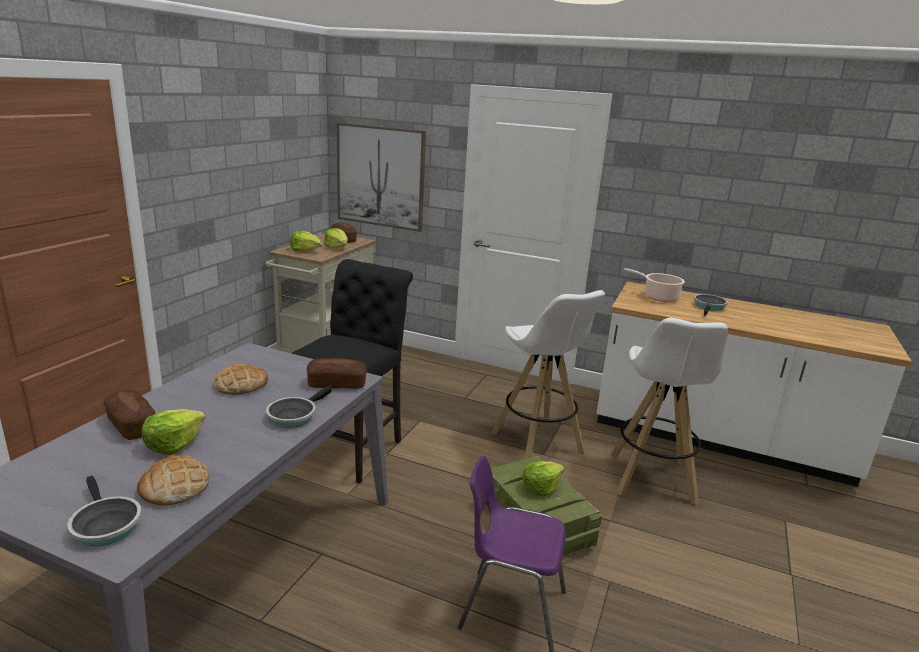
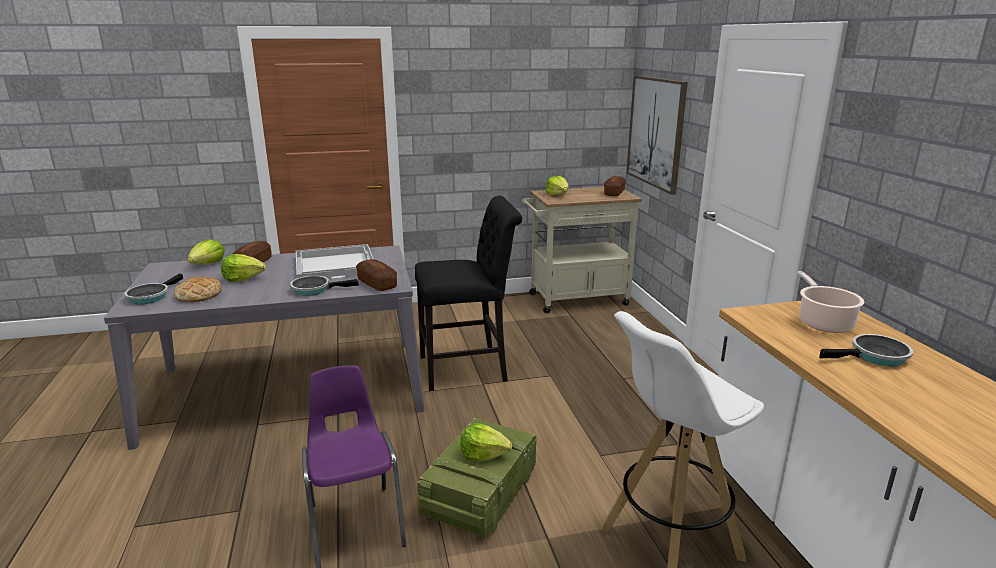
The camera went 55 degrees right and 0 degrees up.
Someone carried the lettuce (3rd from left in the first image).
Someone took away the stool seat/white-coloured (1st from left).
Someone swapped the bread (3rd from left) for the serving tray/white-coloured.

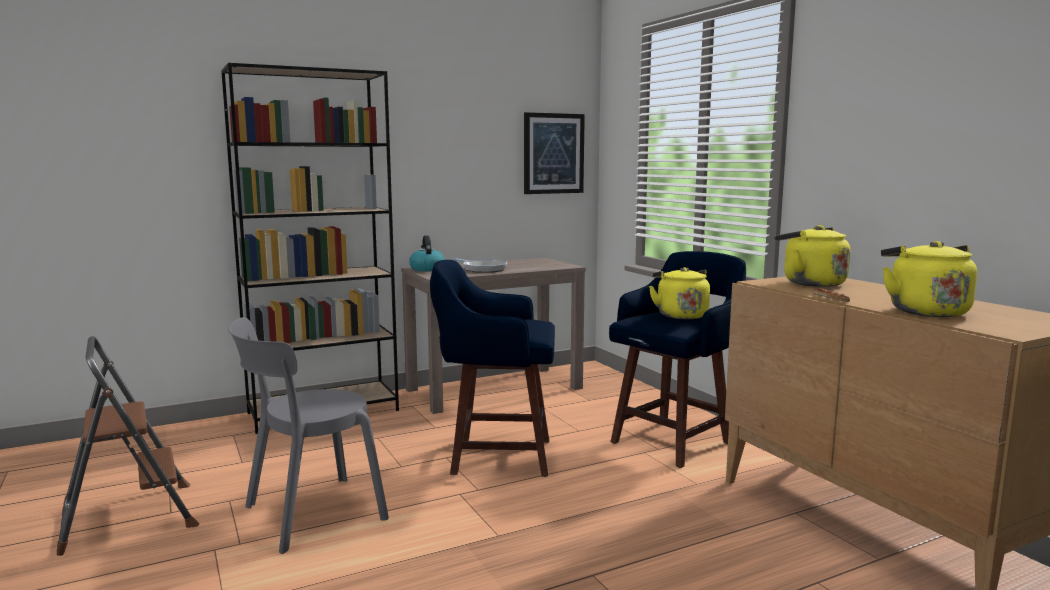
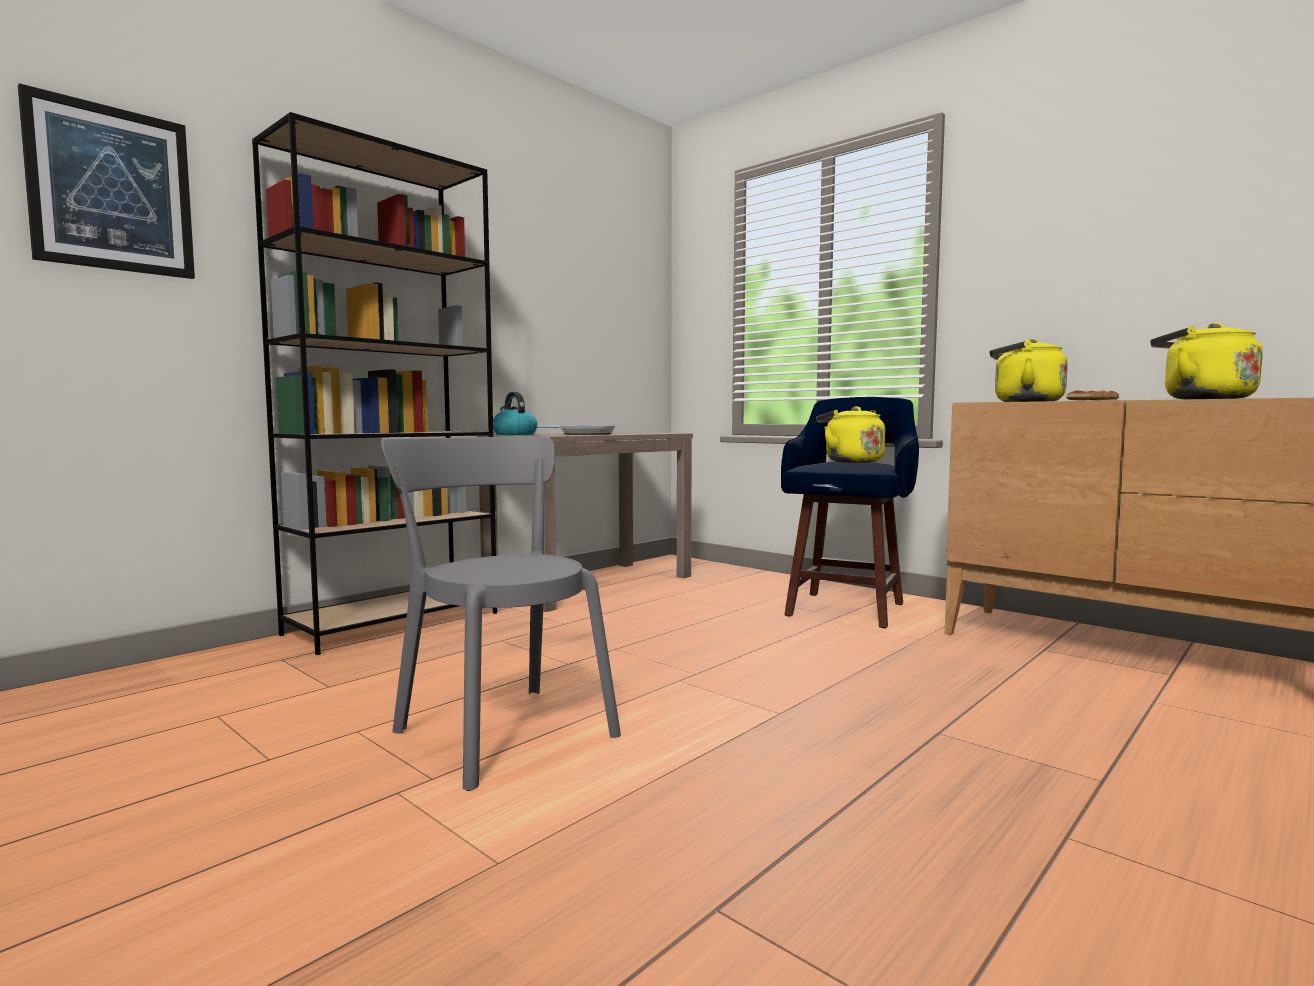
The camera went 20 degrees left and 5 degrees down.
Someone carried the wall picture.
Someone took away the stool seat/blue (1st from left).
Someone rotated the chair/gray by 105 degrees clockwise.
Someone took away the stepladder/brown.

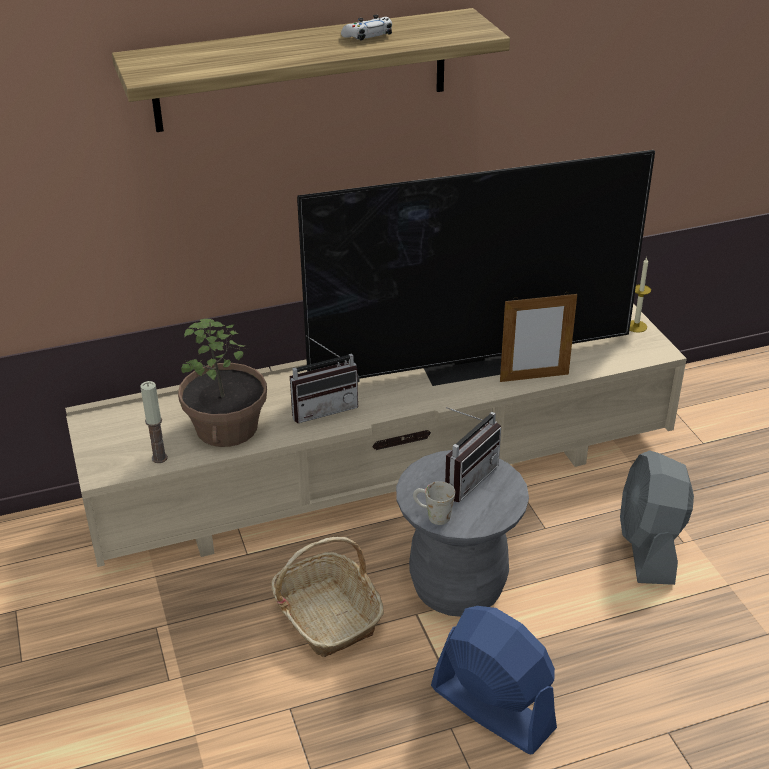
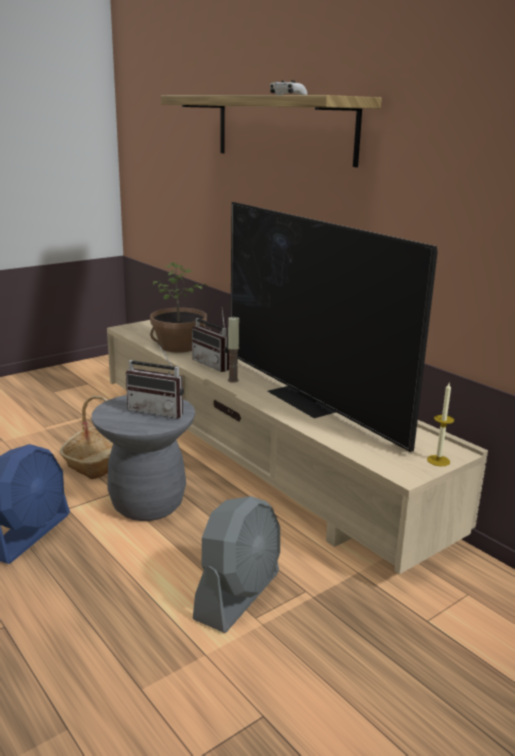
The camera went 70 degrees right and 15 degrees down.
Someone took away the standing frame.
Someone carried the candle (1st from left).
Someone rotated the electric fan/gray by 135 degrees clockwise.
Someone took away the tea mug/white-coloured.

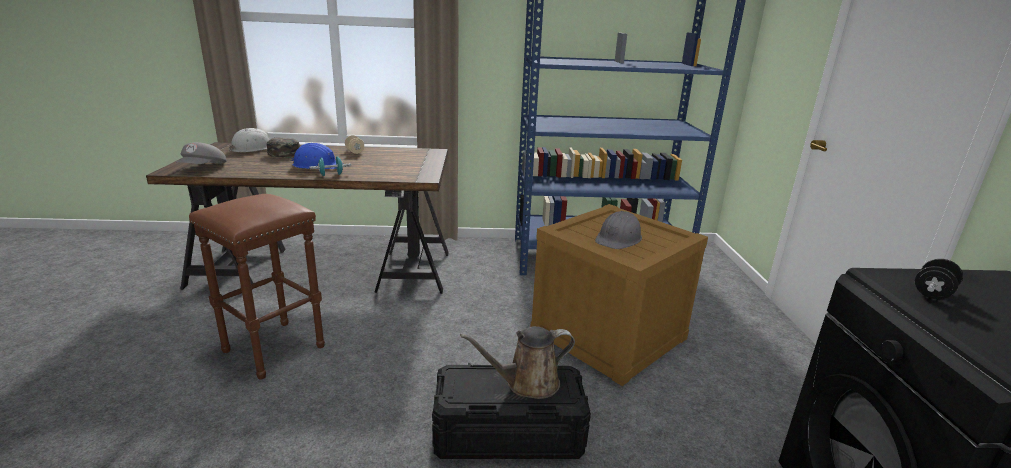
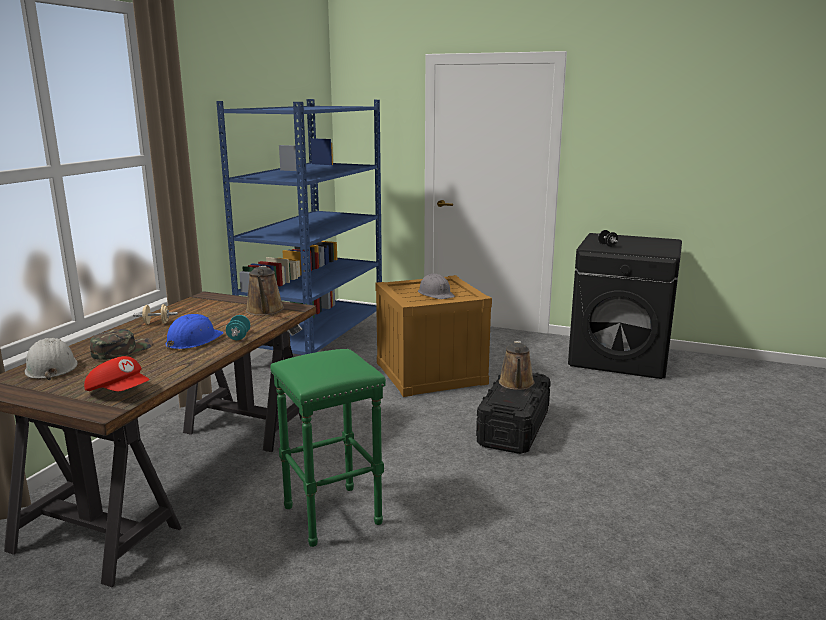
The camera went 65 degrees left and 5 degrees down.
Someone repainted the cap/gray, which became the cap/red-coloured.
Someone repainted the stool seat/brown, which became the stool seat/greenish.
Someone put down the watering can/brown (1st from left).

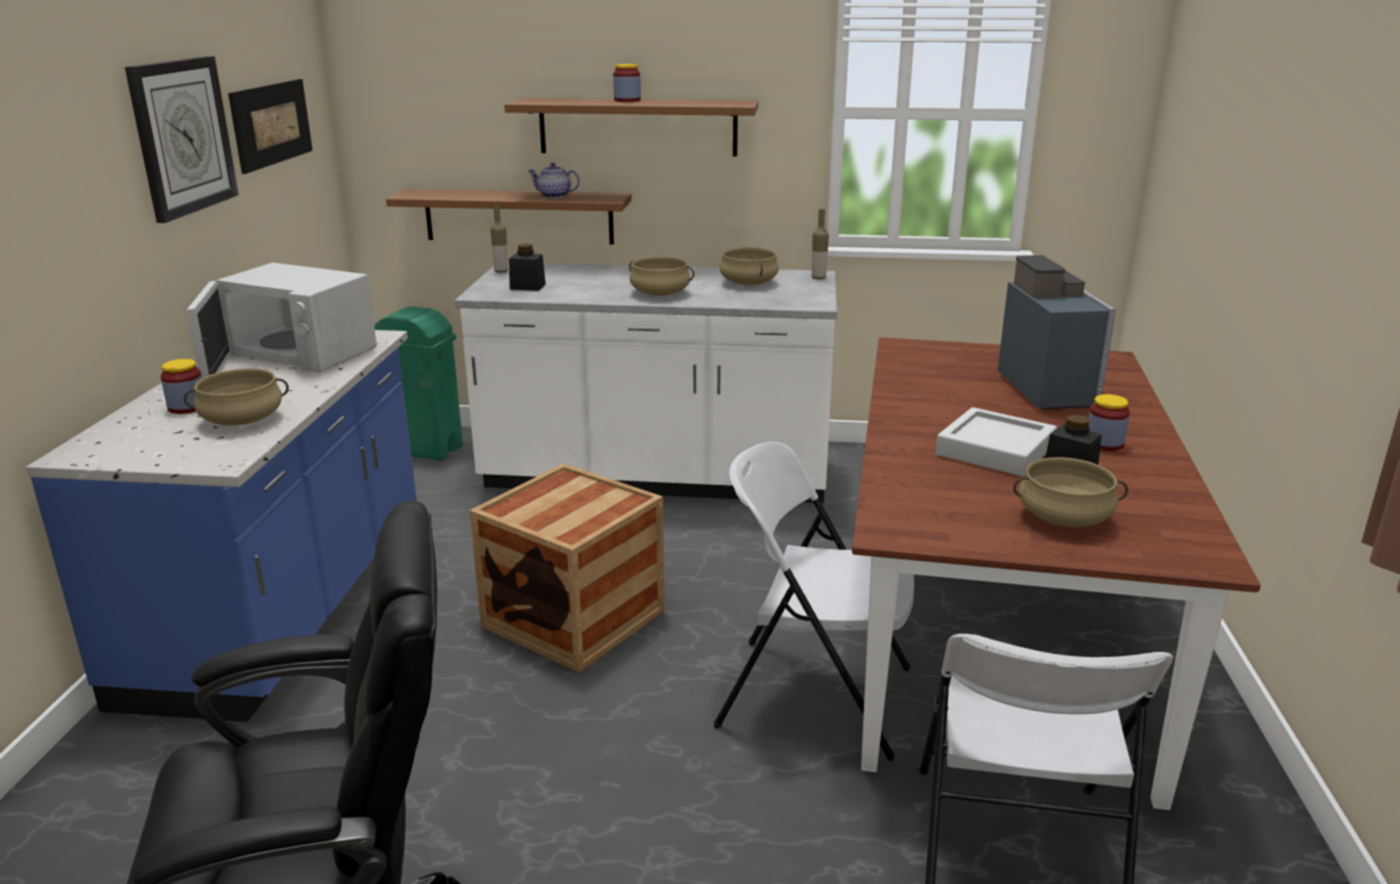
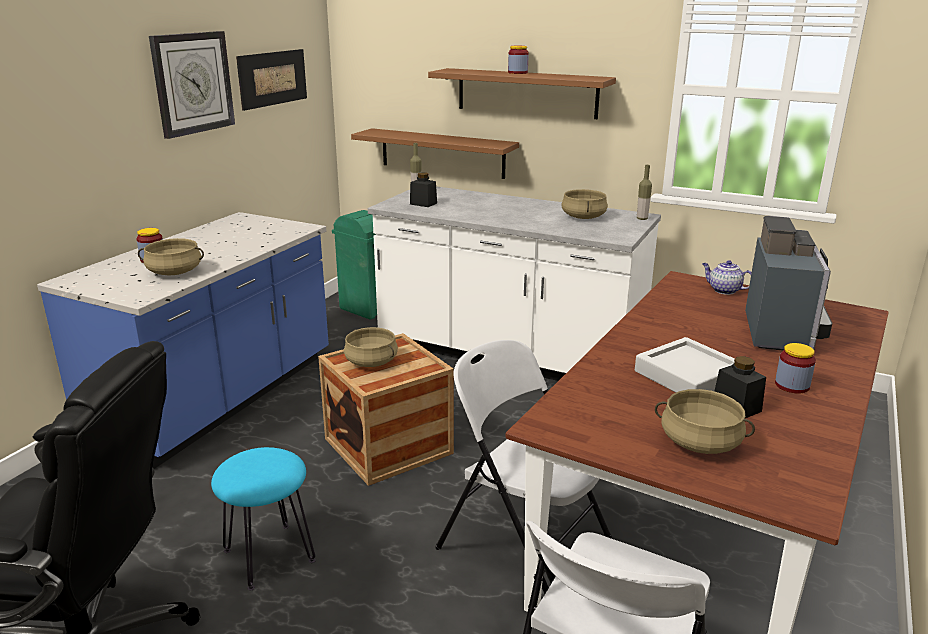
The camera went 20 degrees right and 0 degrees up.
Someone carried the pot for tea.
Someone carried the saucepot/sand-coloured (2nd from left).
Someone took away the microwave/white-coloured.
Someone put down the stool seat/turquoise.

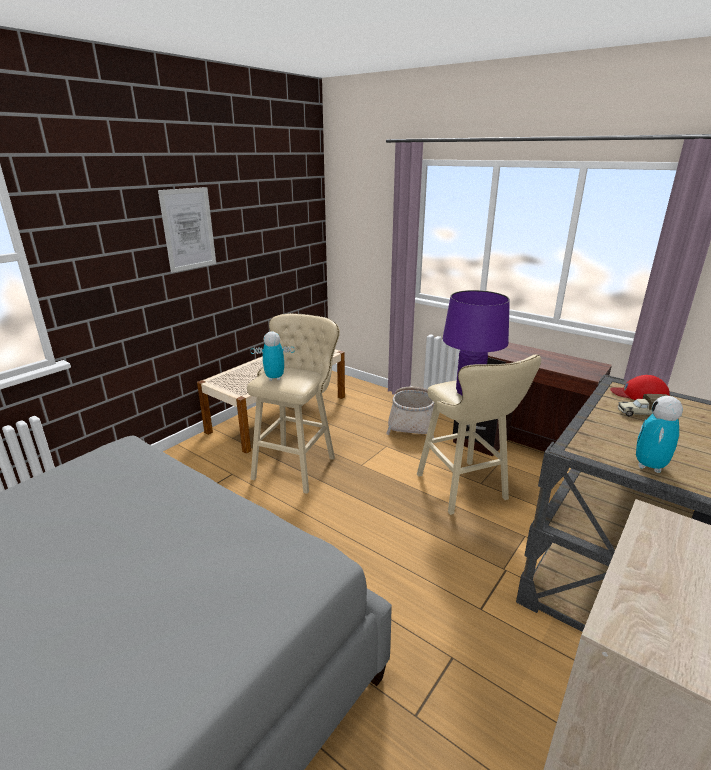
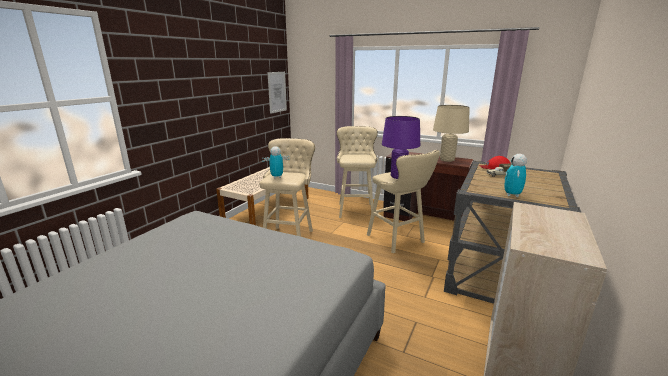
The camera went 10 degrees left and 5 degrees down.
Someone carried the wall picture.
Someone swapped the basket for the stool seat/sand-coloured (2nd from left).
Someone put down the lamp for a table/sand-coloured.

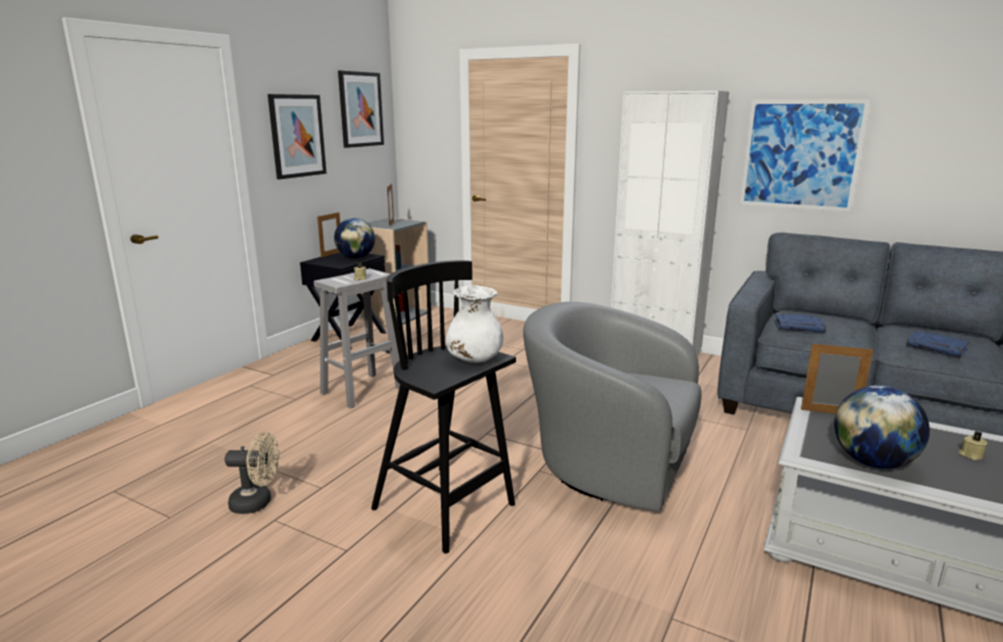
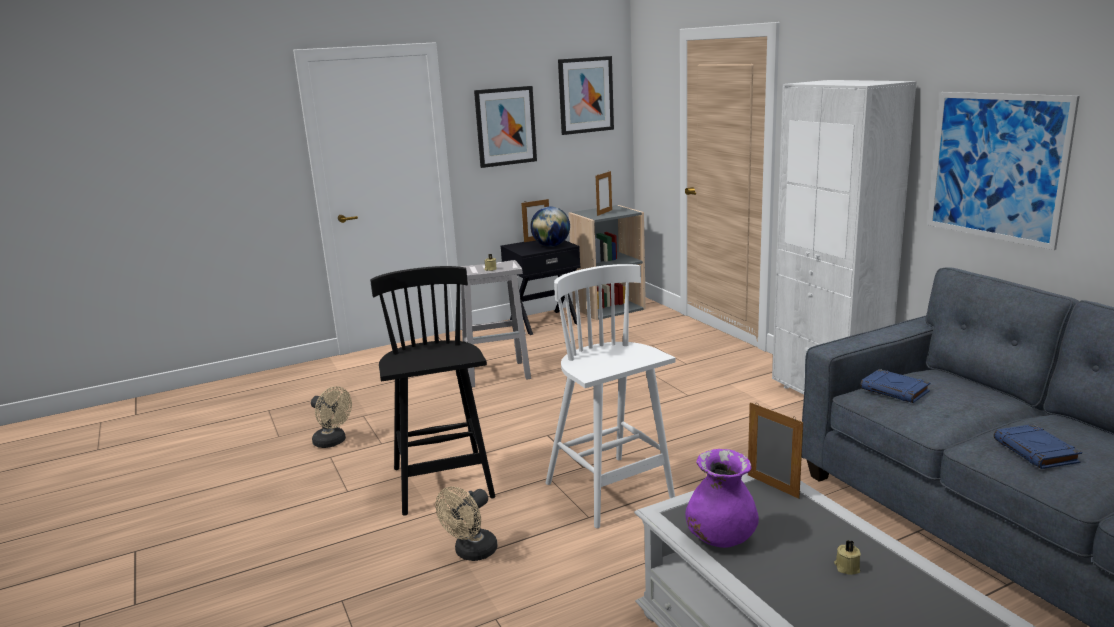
The camera went 35 degrees right and 0 degrees up.
Someone took away the decorative vase/white-coloured.
Someone swapped the armchair/gray for the stool seat/white-coloured (2nd from left).
Someone swapped the globe (2nd from left) for the decorative vase/purple-coloured.
Someone put down the electric fan/sand-coloured (2nd from left).

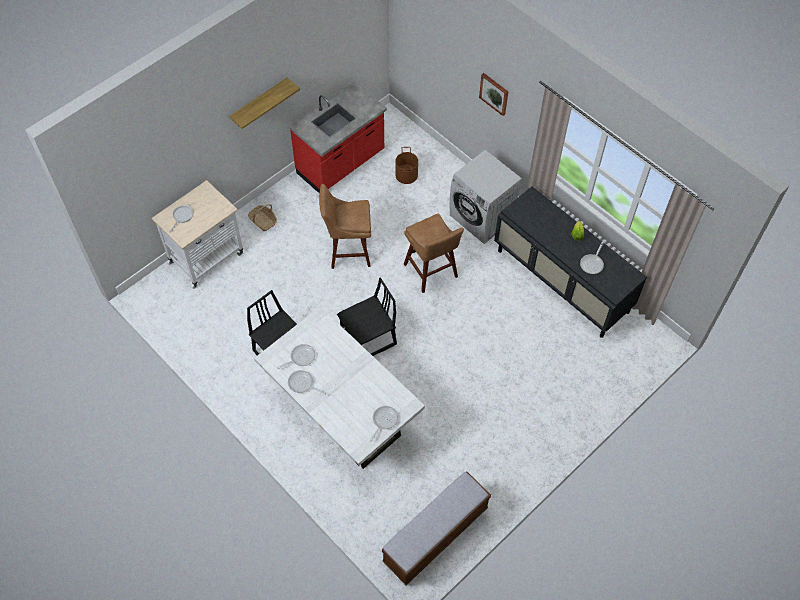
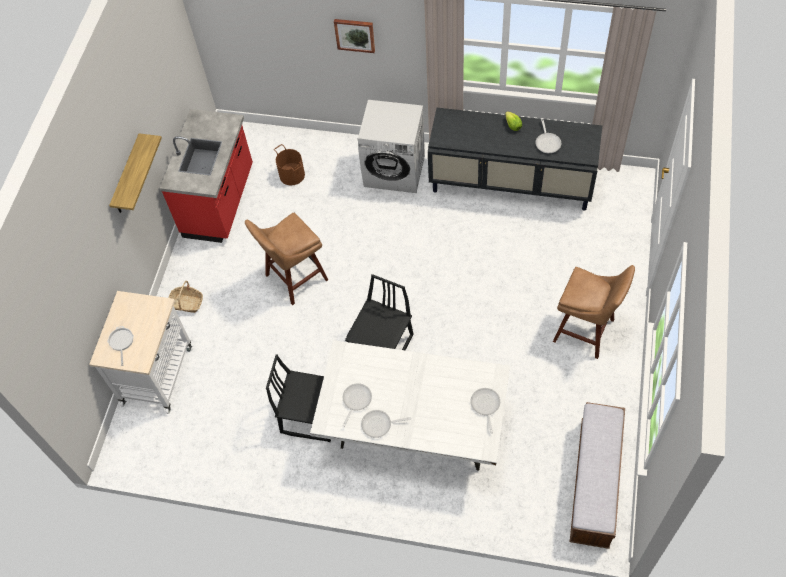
The camera went 30 degrees left and 0 degrees up.
Someone carried the stool seat/brown (2nd from left).

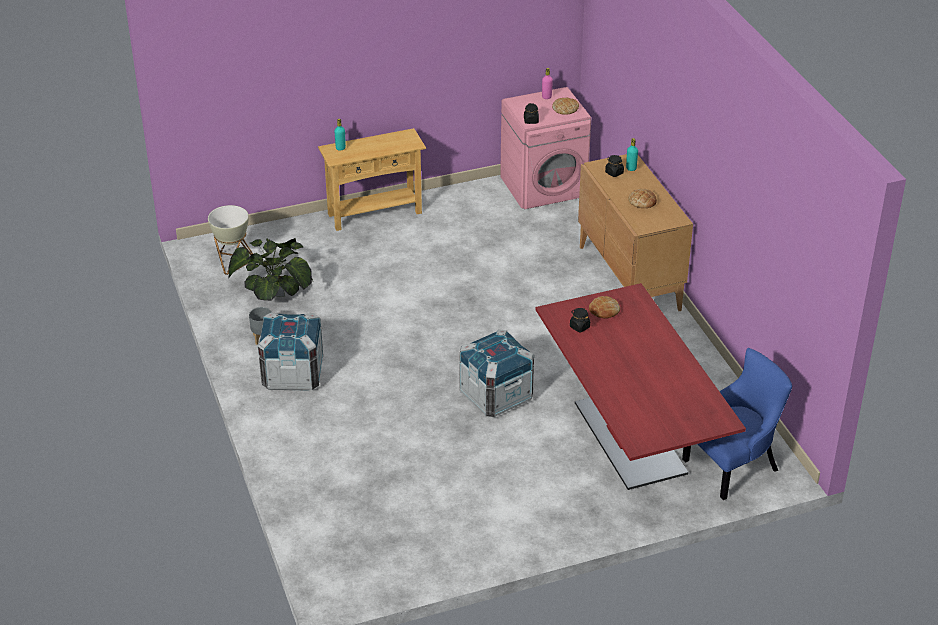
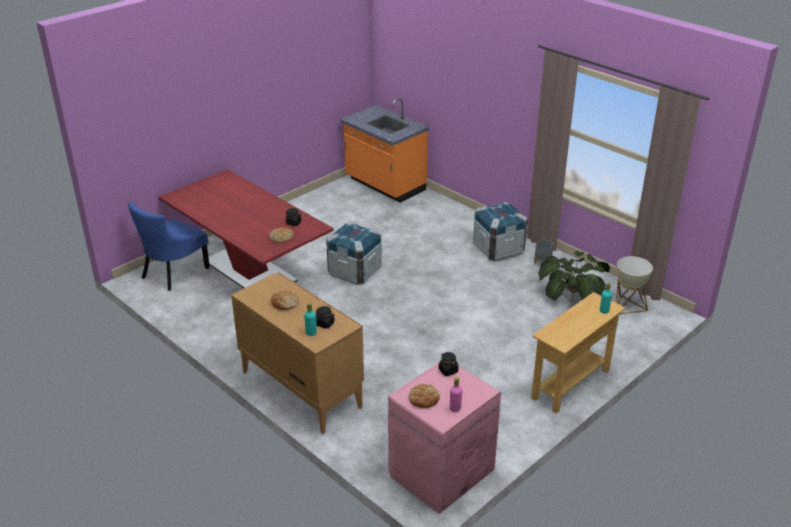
The camera went 155 degrees right and 5 degrees down.
Someone put down the kitchen base unit/orange-coloured.

